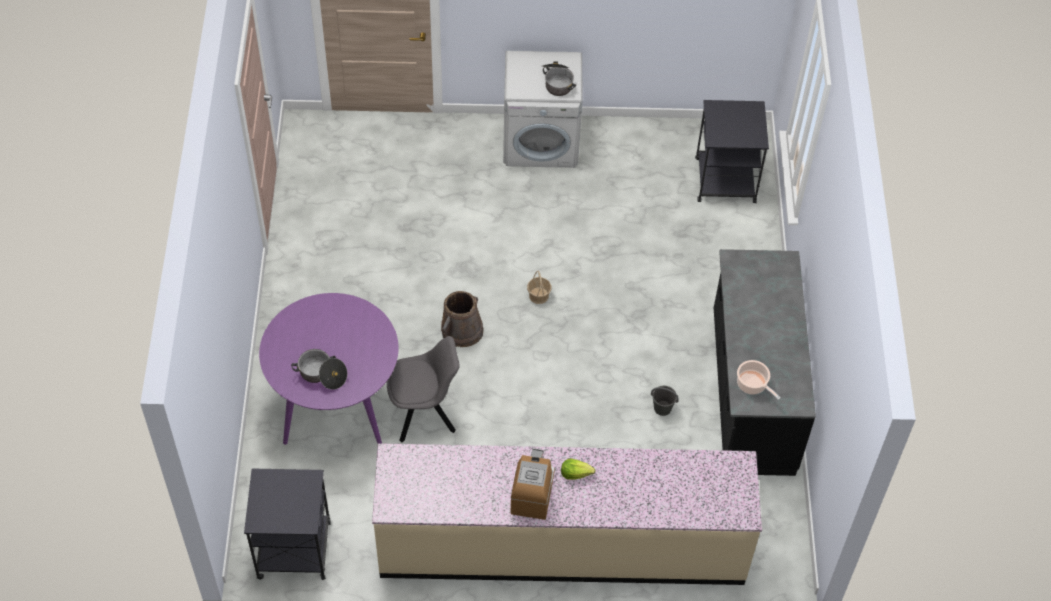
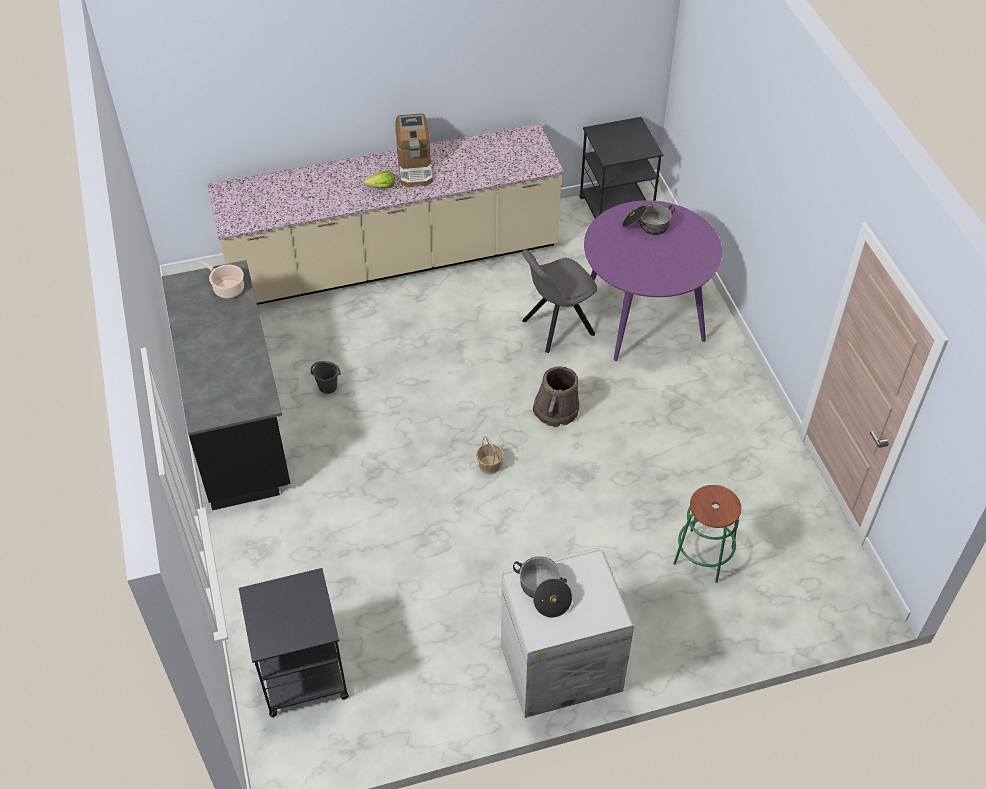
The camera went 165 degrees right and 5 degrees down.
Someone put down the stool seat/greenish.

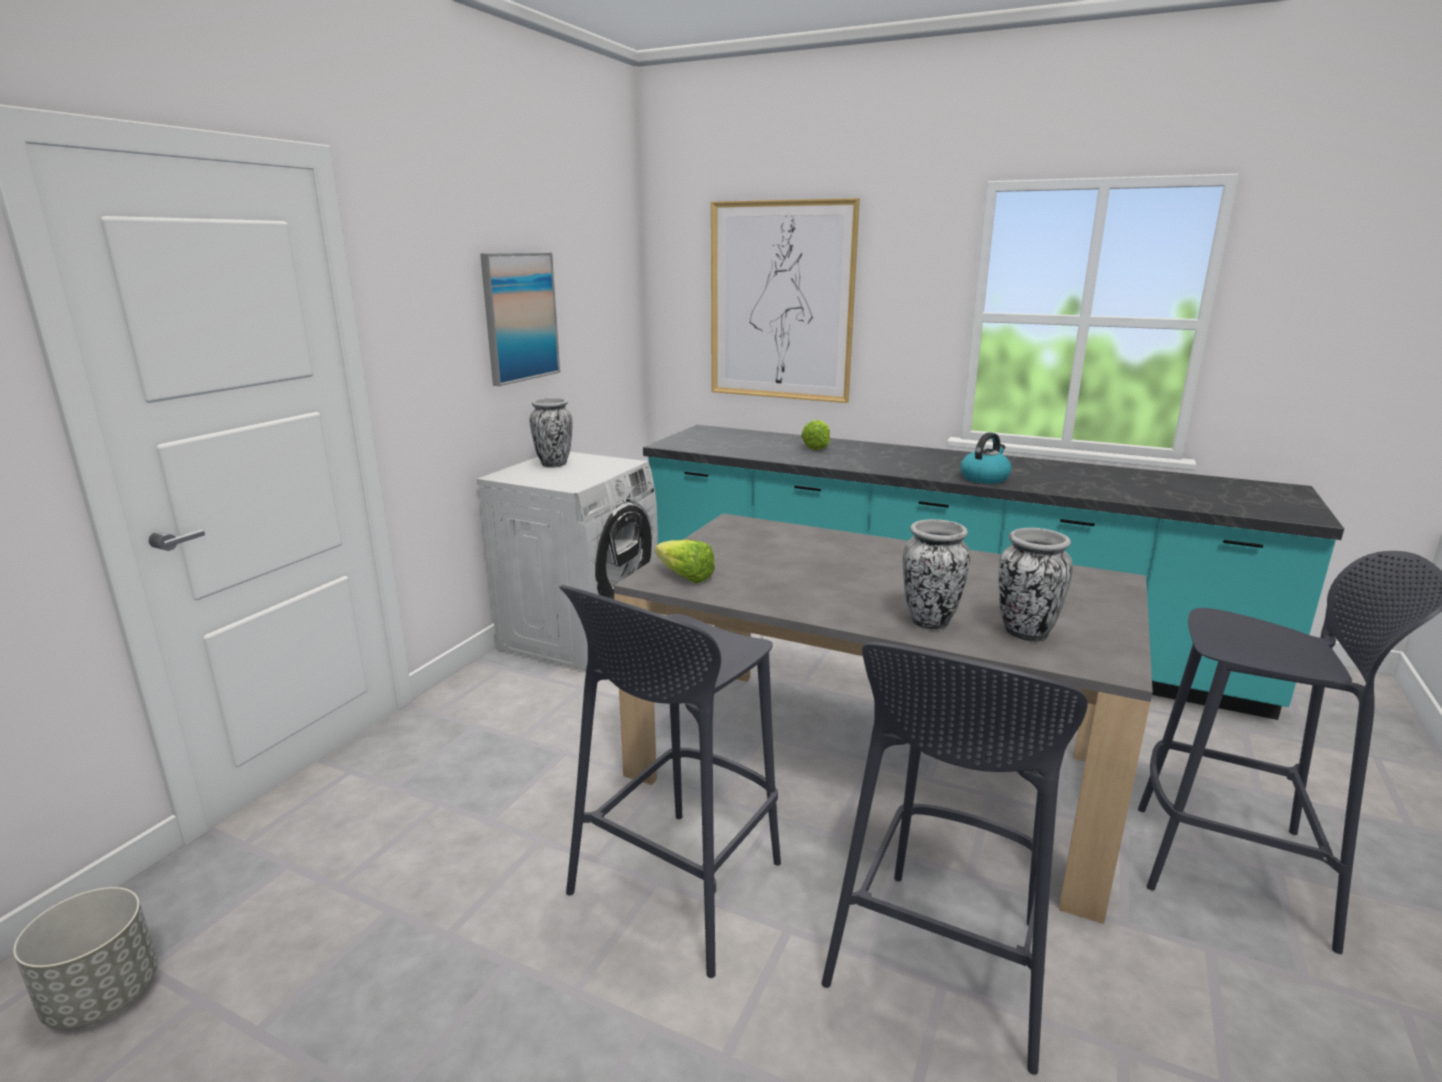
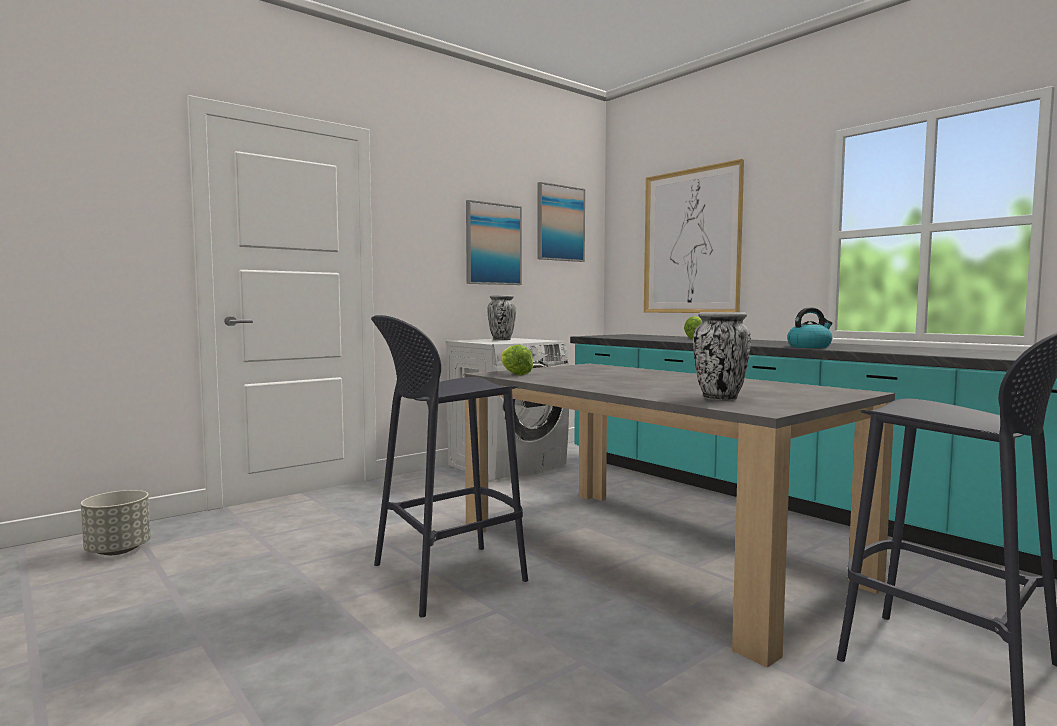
The camera went 25 degrees right and 15 degrees down.
Someone took away the decorative vase (2nd from left).
Someone took away the stool seat/gray (2nd from left).
Someone put up the wall picture (2nd from left).

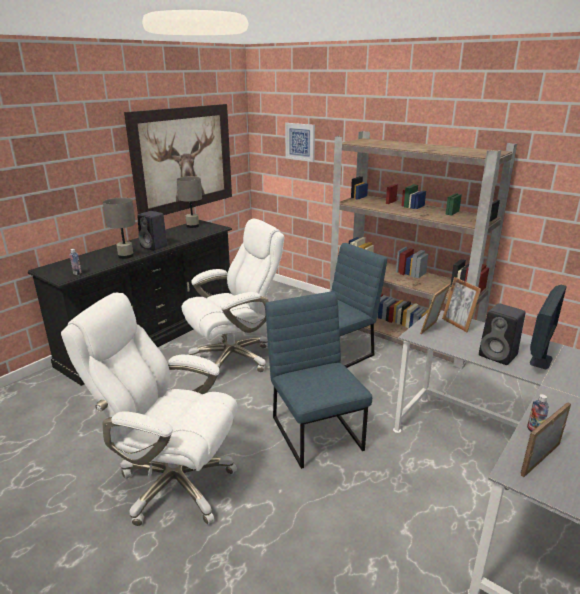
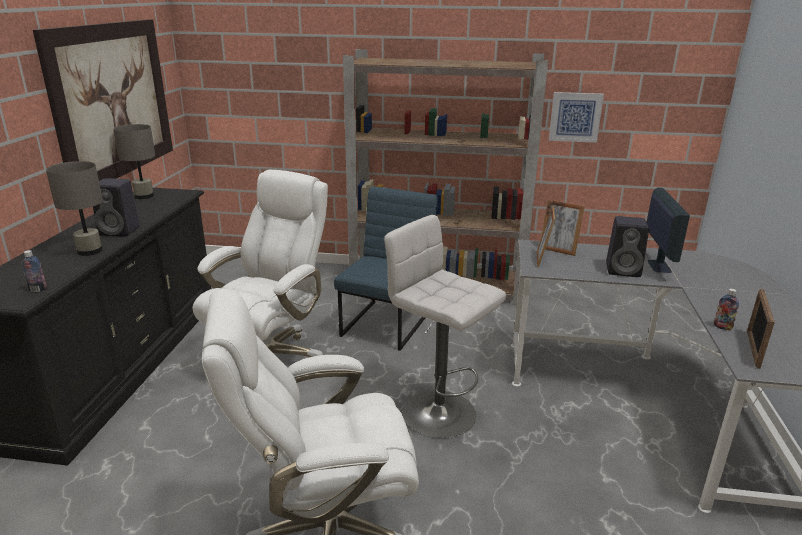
The camera went 30 degrees left and 0 degrees up.
Someone carried the wall picture (2nd from left).
Someone swapped the chair/blue (1st from left) for the stool seat/white-coloured.

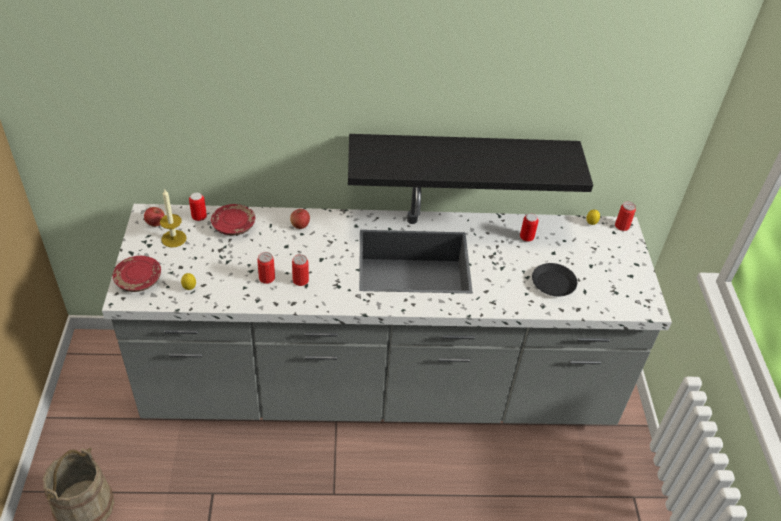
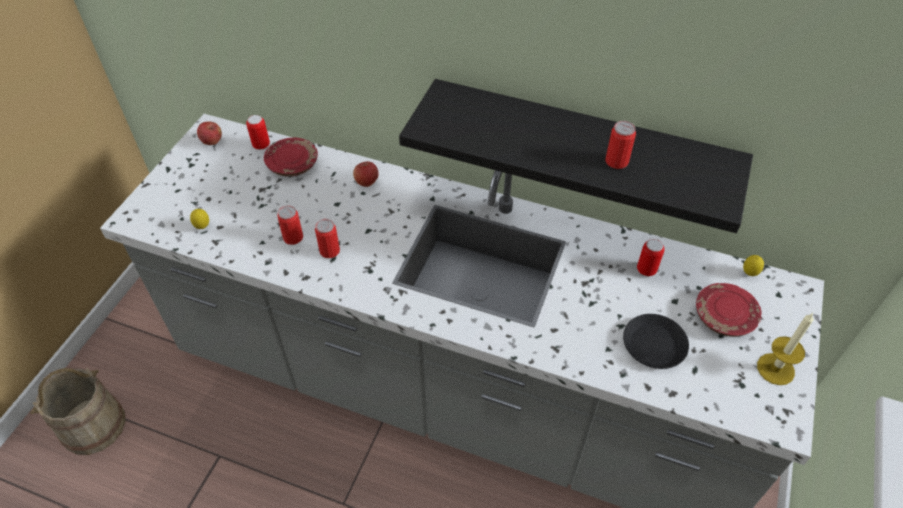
The camera went 25 degrees right and 5 degrees up.
Someone carried the candle.
Someone carried the metal can (5th from left in the first image).
Someone carried the flat dish/red-coloured (1st from left in the first image).

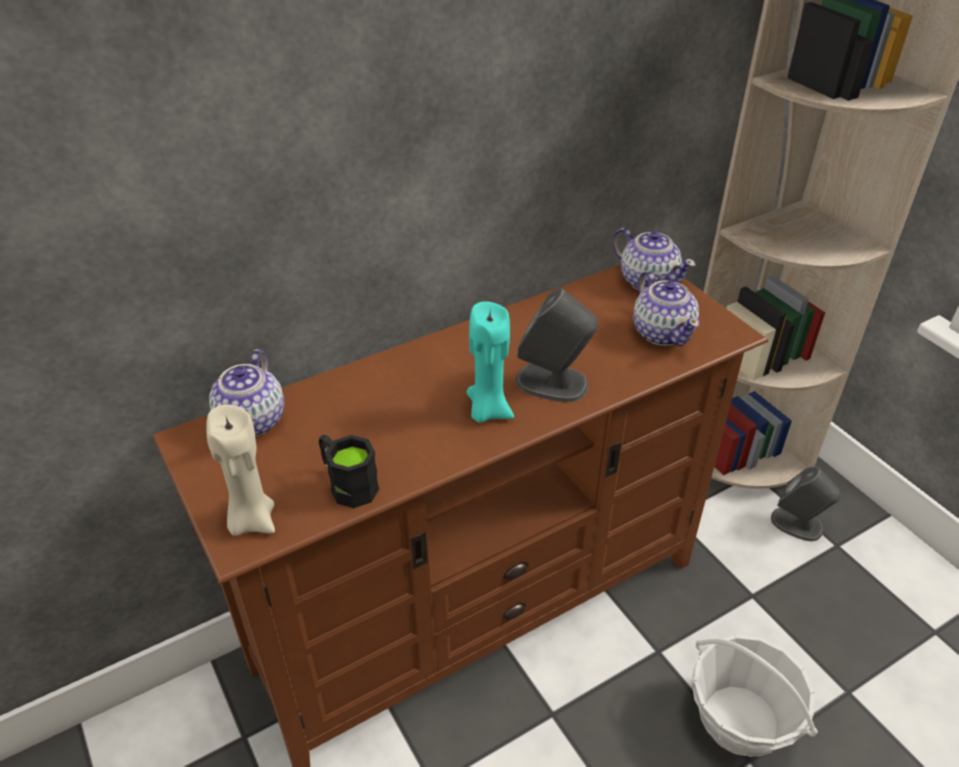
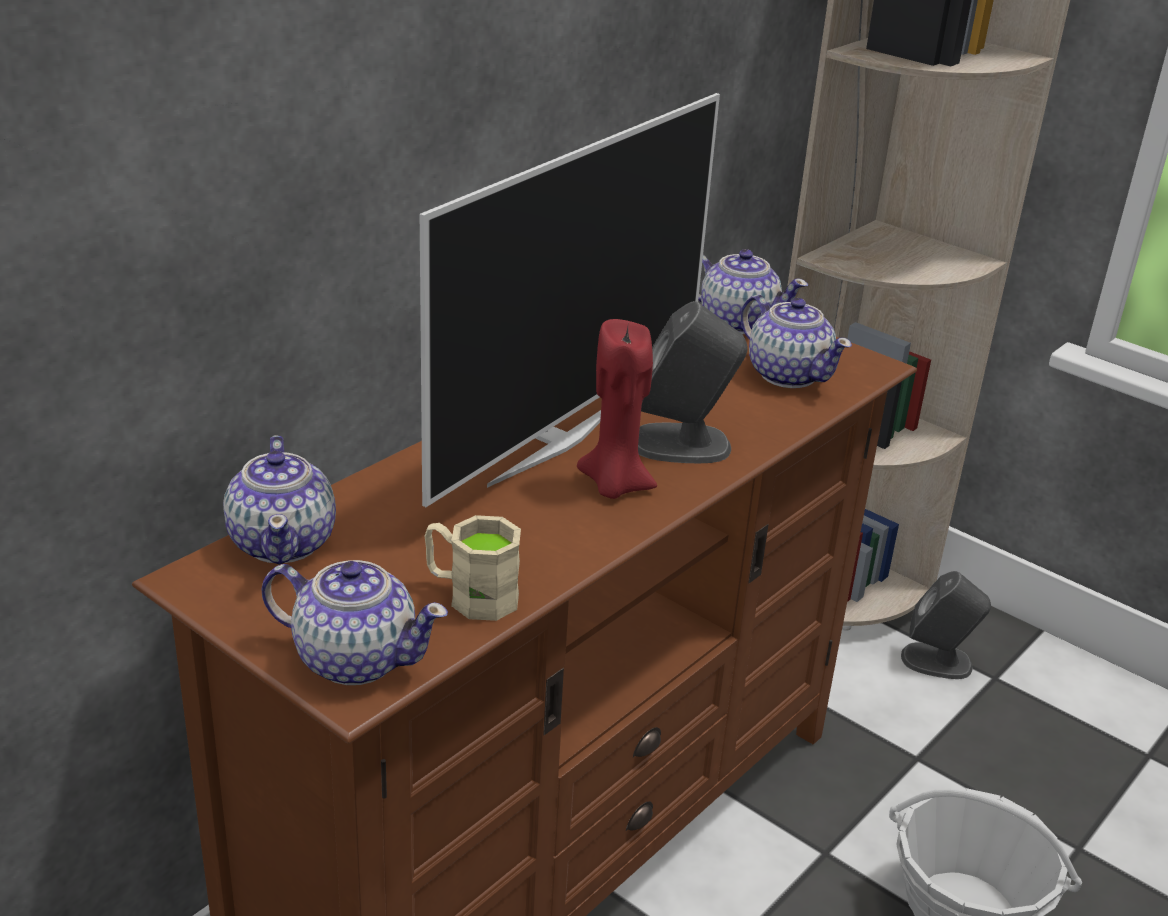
The camera went 20 degrees left and 10 degrees down.
Someone repainted the candle/turquoise, which became the candle/red-coloured.
Someone swapped the candle/sand-coloured for the pot for tea (2nd from left).
Someone repainted the tea mug/black, which became the tea mug/sand-coloured.
Someone put down the TV.

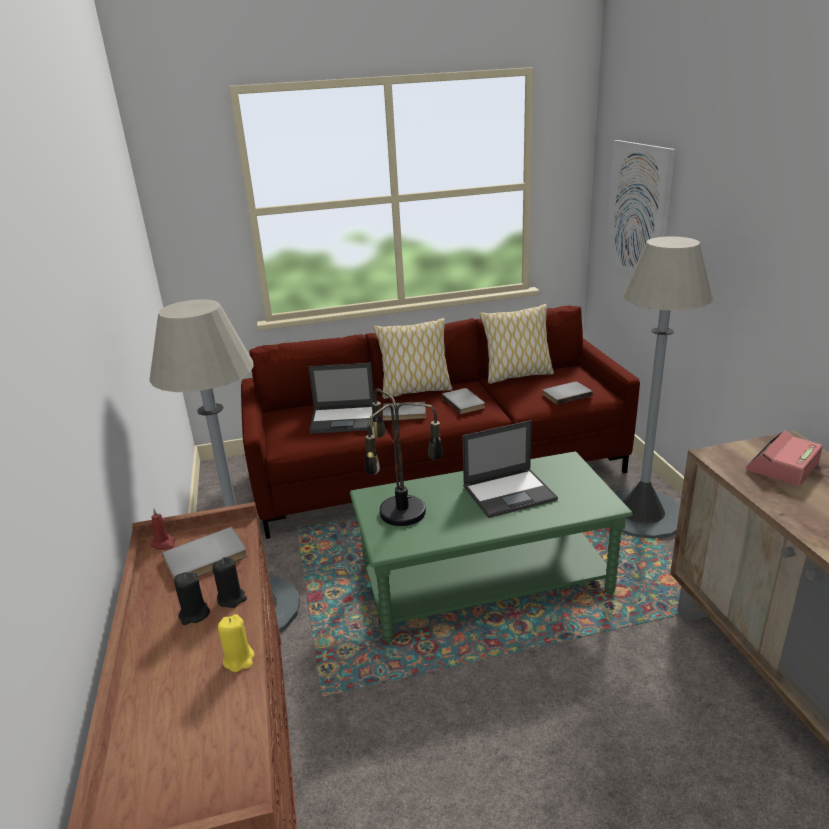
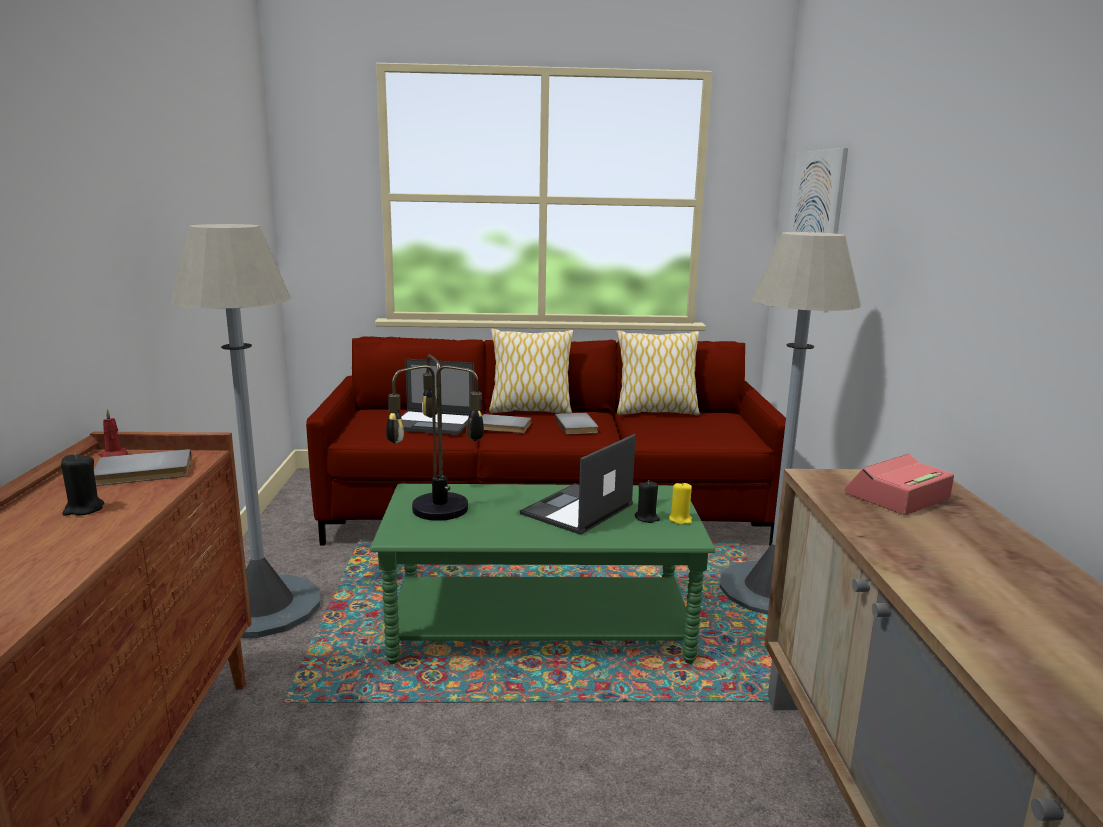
The camera went 10 degrees right and 10 degrees down.
Someone took away the volume/gray (4th from left).
Someone rotated the laptop (2nd from left) by 135 degrees clockwise.
Someone carried the candle/black (2nd from left).
Someone carried the candle/yellow.

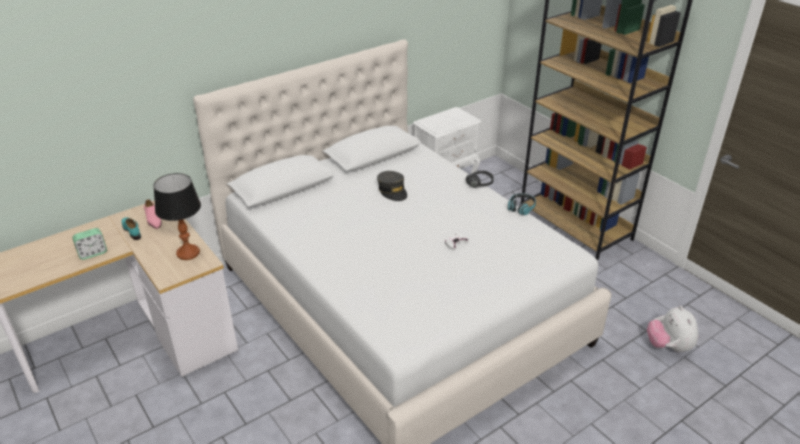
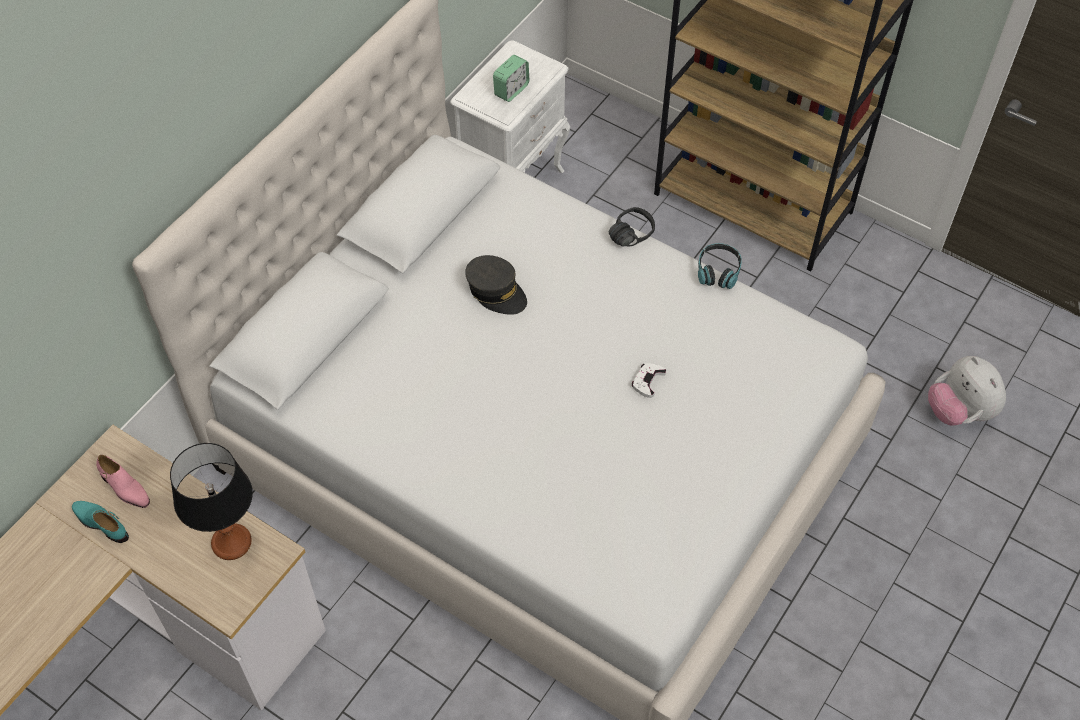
The camera went 20 degrees left and 20 degrees up.
Someone carried the alarm clock.

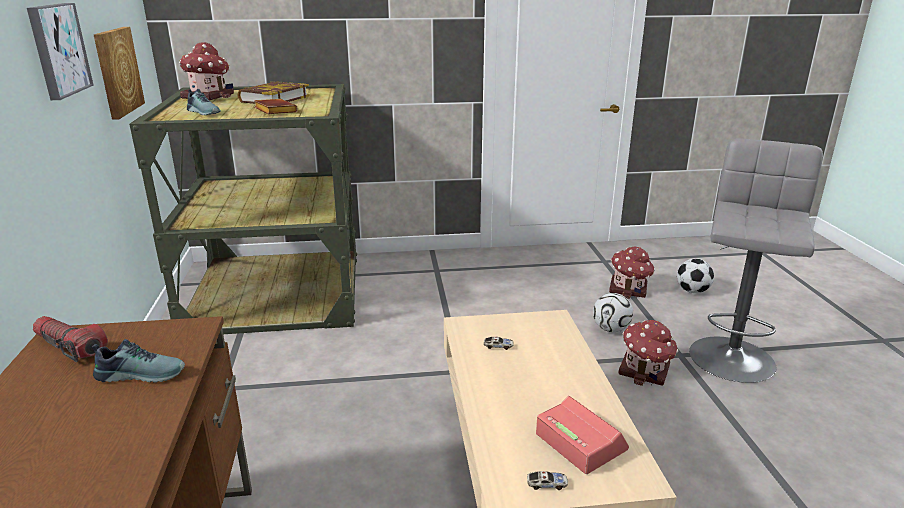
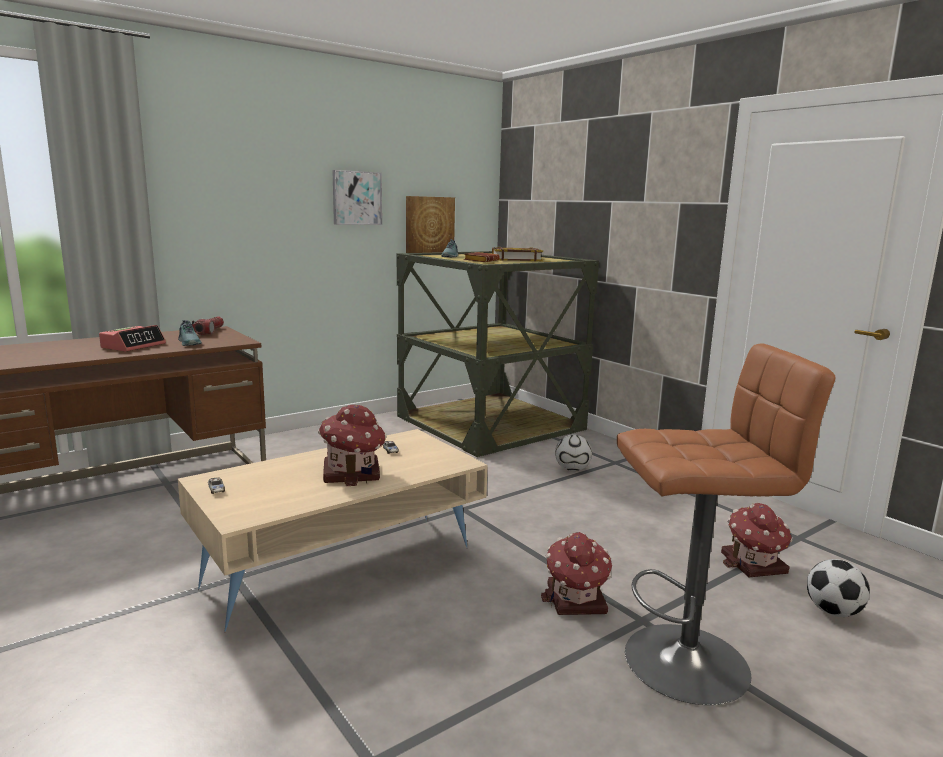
The camera went 60 degrees right and 10 degrees down.
Someone carried the toy house (1st from left).
Someone repainted the stool seat/gray, which became the stool seat/brown.
Someone carried the football ball (1st from left).
Someone carried the alarm clock.

